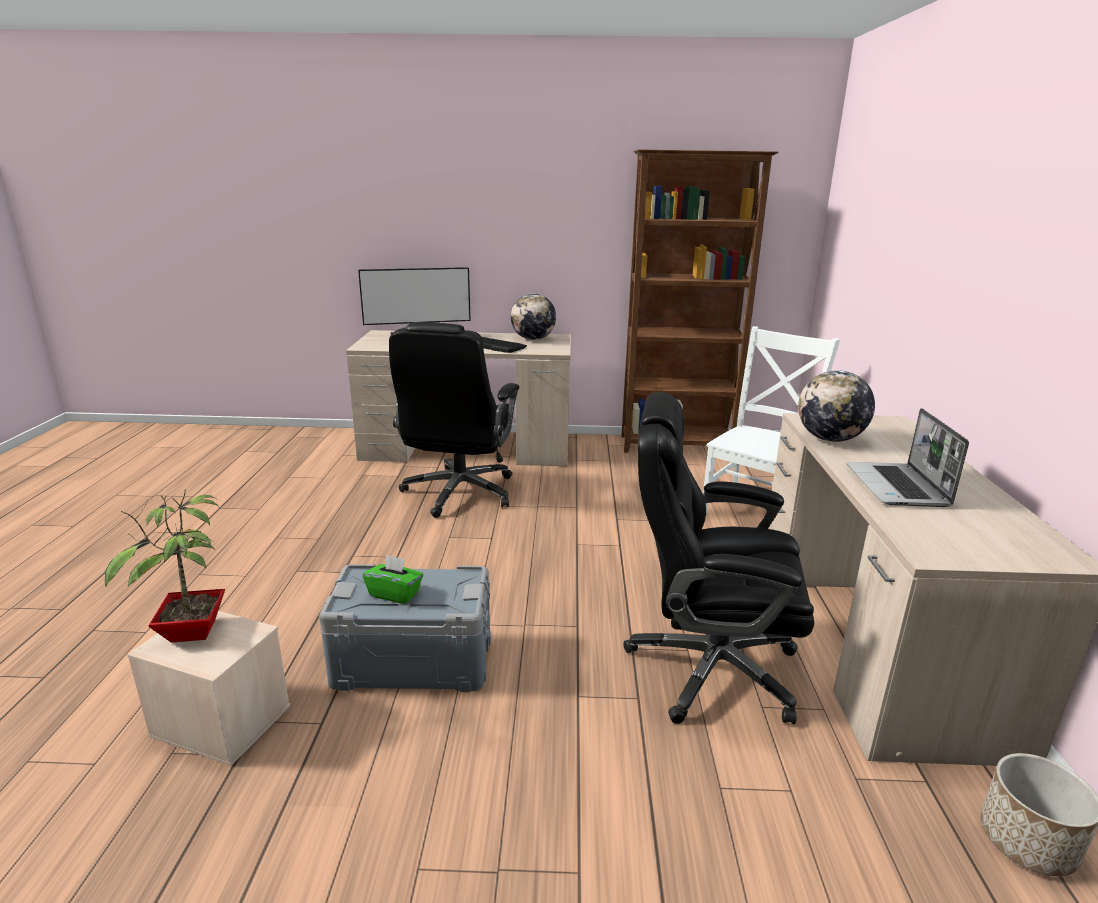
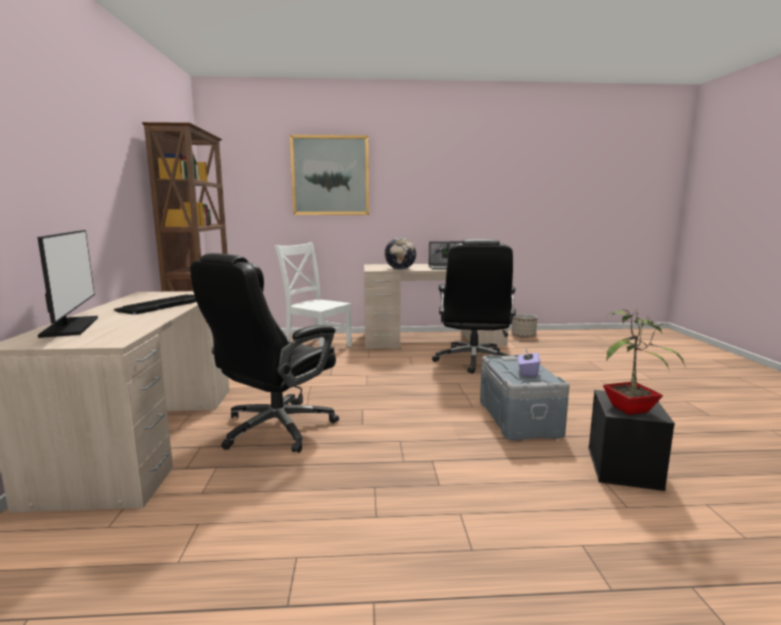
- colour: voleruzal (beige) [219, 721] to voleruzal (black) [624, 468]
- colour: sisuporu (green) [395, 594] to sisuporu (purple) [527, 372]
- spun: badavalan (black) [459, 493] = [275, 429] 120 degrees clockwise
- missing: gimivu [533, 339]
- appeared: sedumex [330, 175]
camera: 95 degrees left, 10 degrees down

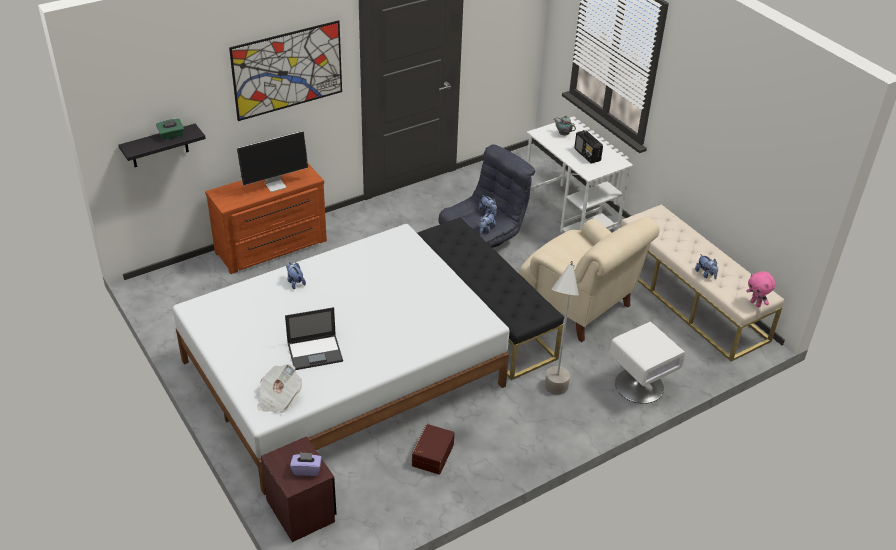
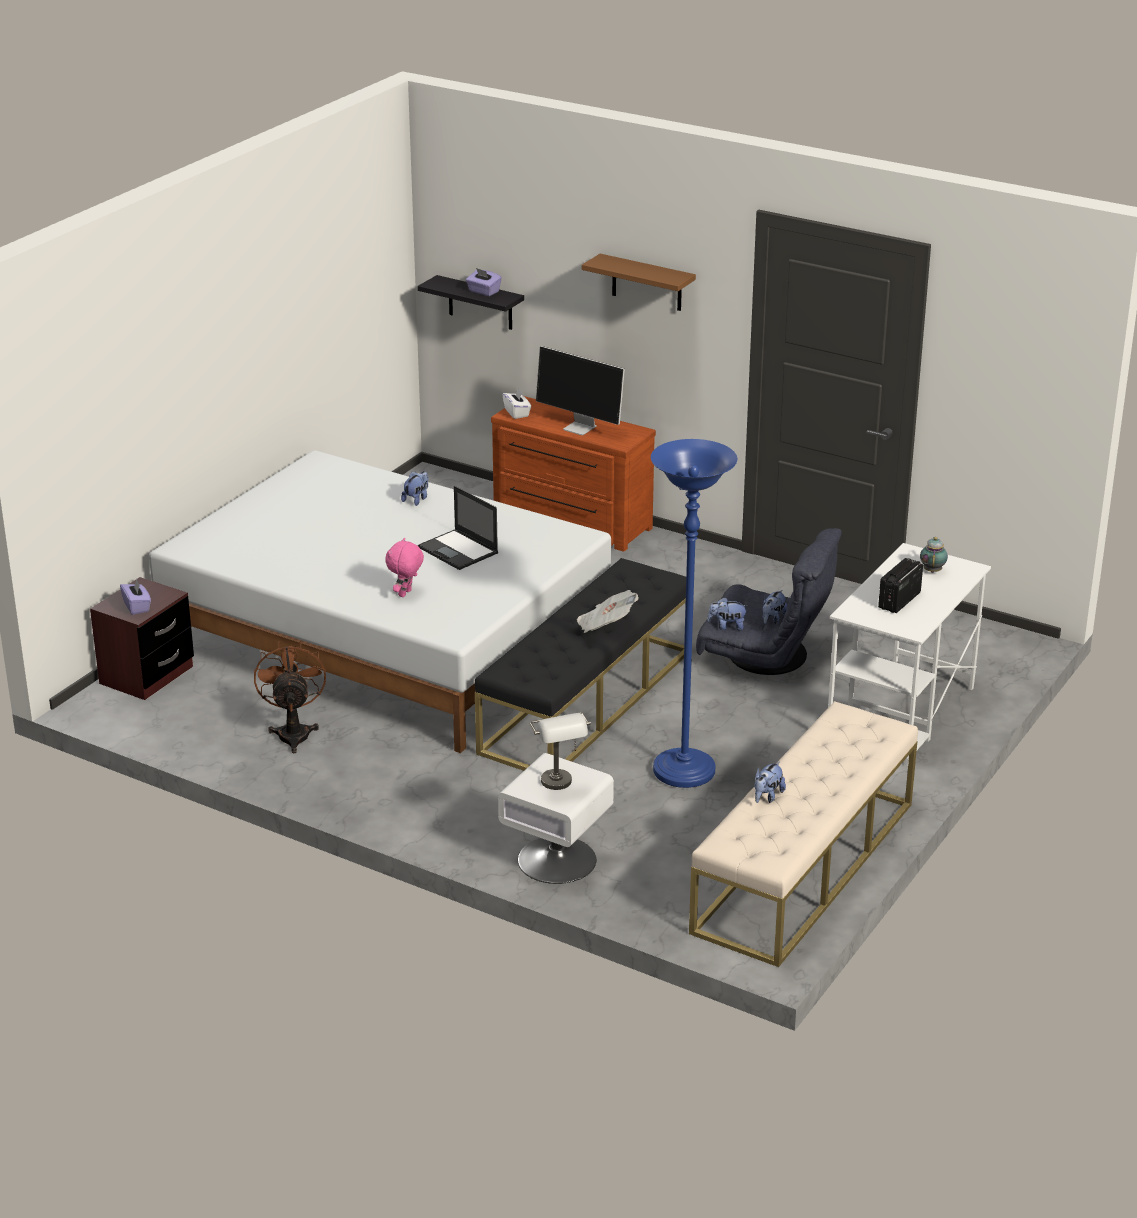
- colour: sisuporu (green) [171, 135] to sisuporu (purple) [483, 292]
- exchanged: sedumex [288, 70] to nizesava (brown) [647, 283]
- relocated: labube [278, 398] to [606, 625]
- relocated: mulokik [315, 352] to [459, 550]
- exchanged: voleruzal (brown) [431, 455] to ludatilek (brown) [293, 732]
- exchanged: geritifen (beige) [579, 307] to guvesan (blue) [683, 772]
- missing: guvesan (grey) [552, 400]
- relocated: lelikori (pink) [755, 303] to [406, 594]
- appeared: sisuporu (white) [517, 413]
- appeared: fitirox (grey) [560, 787]
camera: 65 degrees right, 10 degrees down

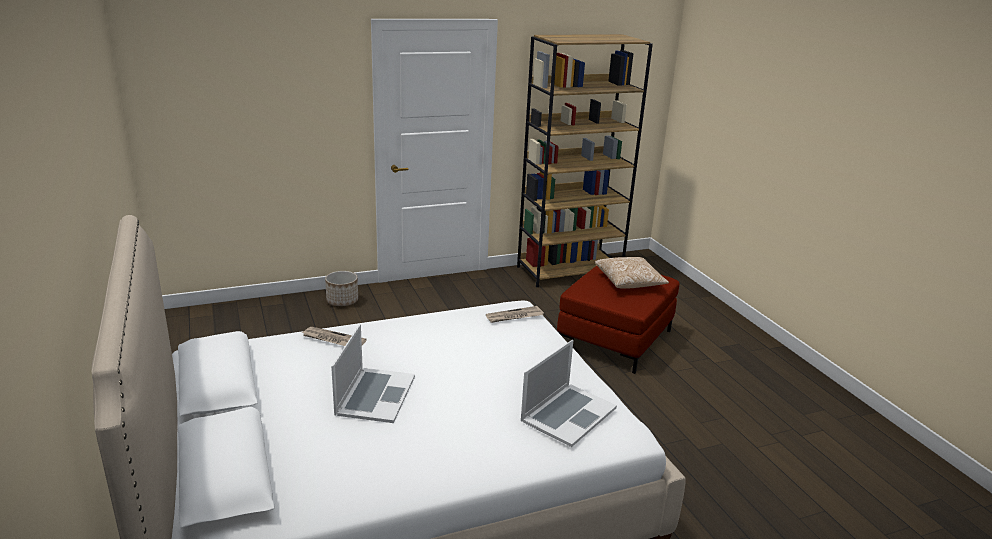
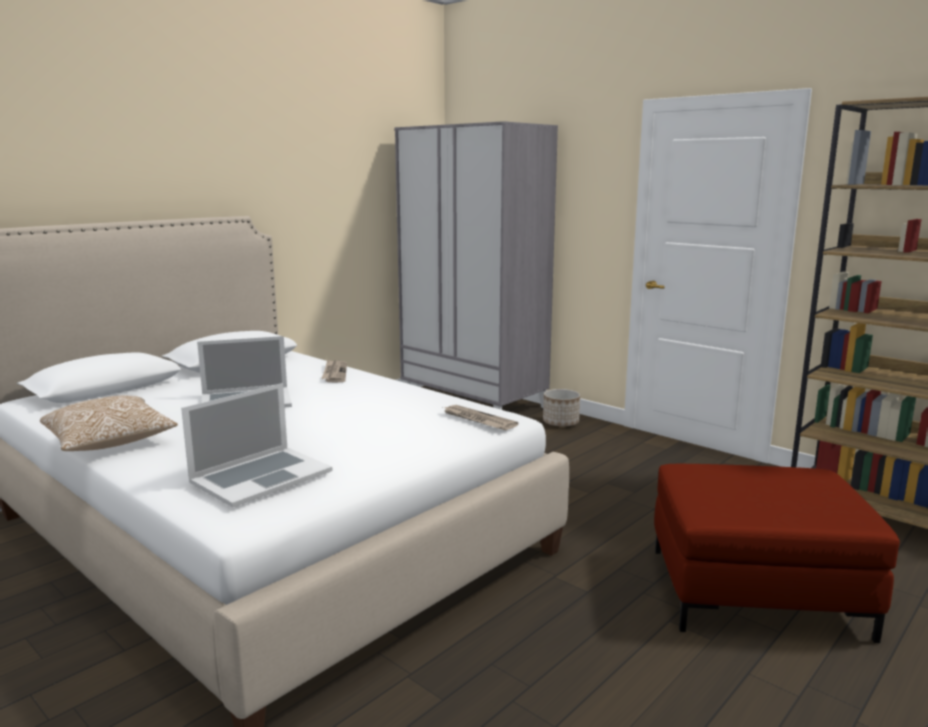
- spun: mulokik [568, 414] = [261, 476] 60 degrees counterclockwise
- relocated: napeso [629, 282] to [109, 442]
- appeared: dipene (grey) [474, 401]
camera: 65 degrees right, 10 degrees down

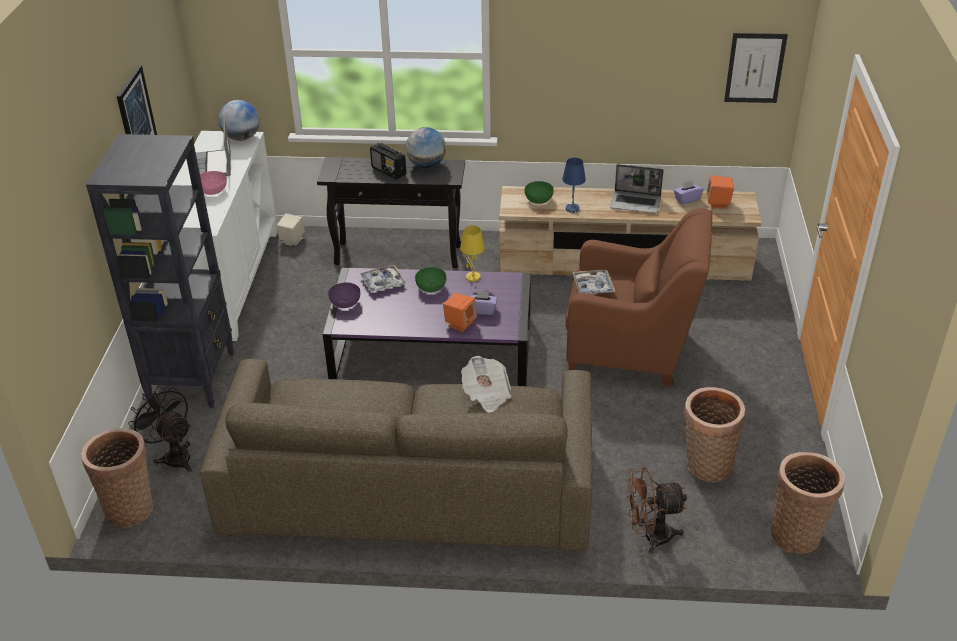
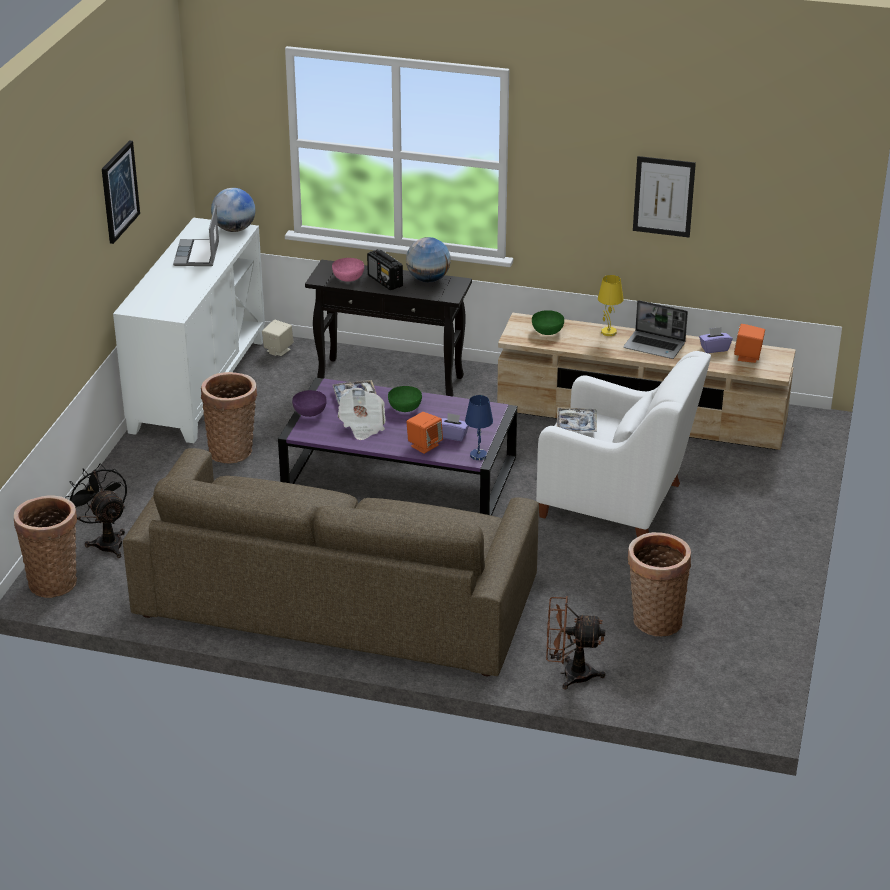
- missing: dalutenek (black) [193, 378]
- relocated: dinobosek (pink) [212, 191] to [348, 278]
- relocated: fitirox (yellow) [472, 277] to [608, 332]
- relocated: labube [486, 394] to [362, 426]
- relocated: fitirox (blue) [572, 208] to [478, 455]
- colour: geritifen (brown) [632, 349] to geritifen (white) [617, 502]
- relocated: sedumex [755, 68] to [663, 196]
- relocated: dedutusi [797, 533] to [233, 450]
camera: 10 degrees right, 5 degrees down

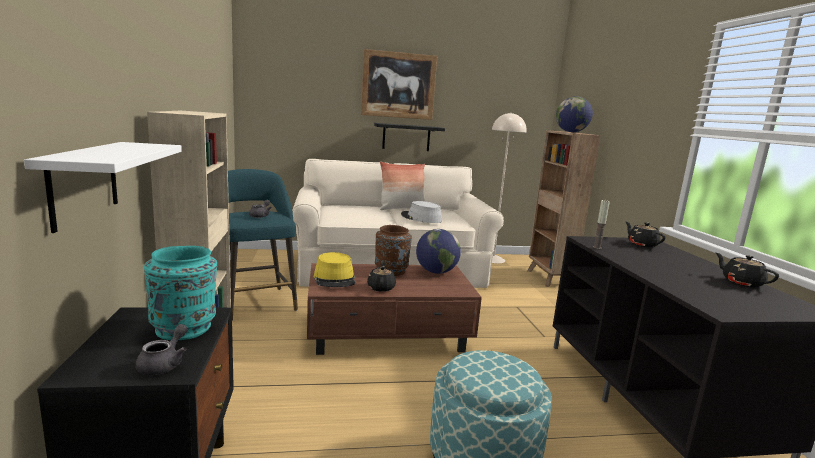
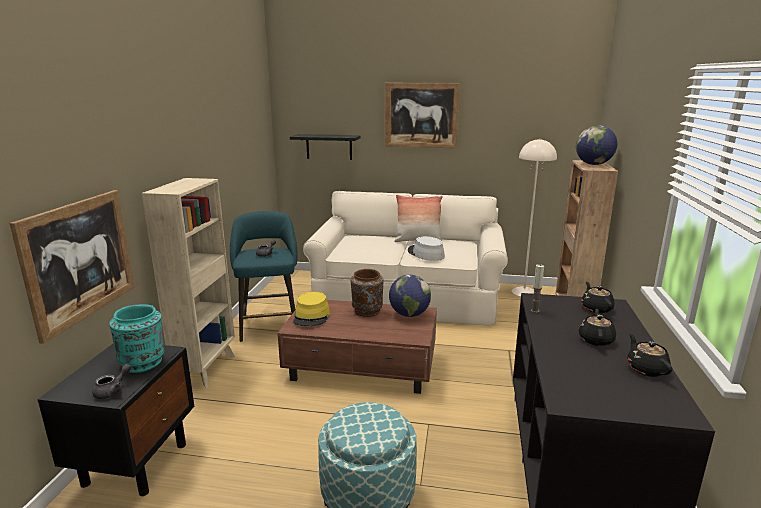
- exchanged: nizesava (white) [84, 183] to sedumex [79, 260]
- relocated: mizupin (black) [381, 287] to [596, 339]
- relocated: nizesava (black) [406, 137] to [329, 146]
camera: 20 degrees right, 5 degrees up

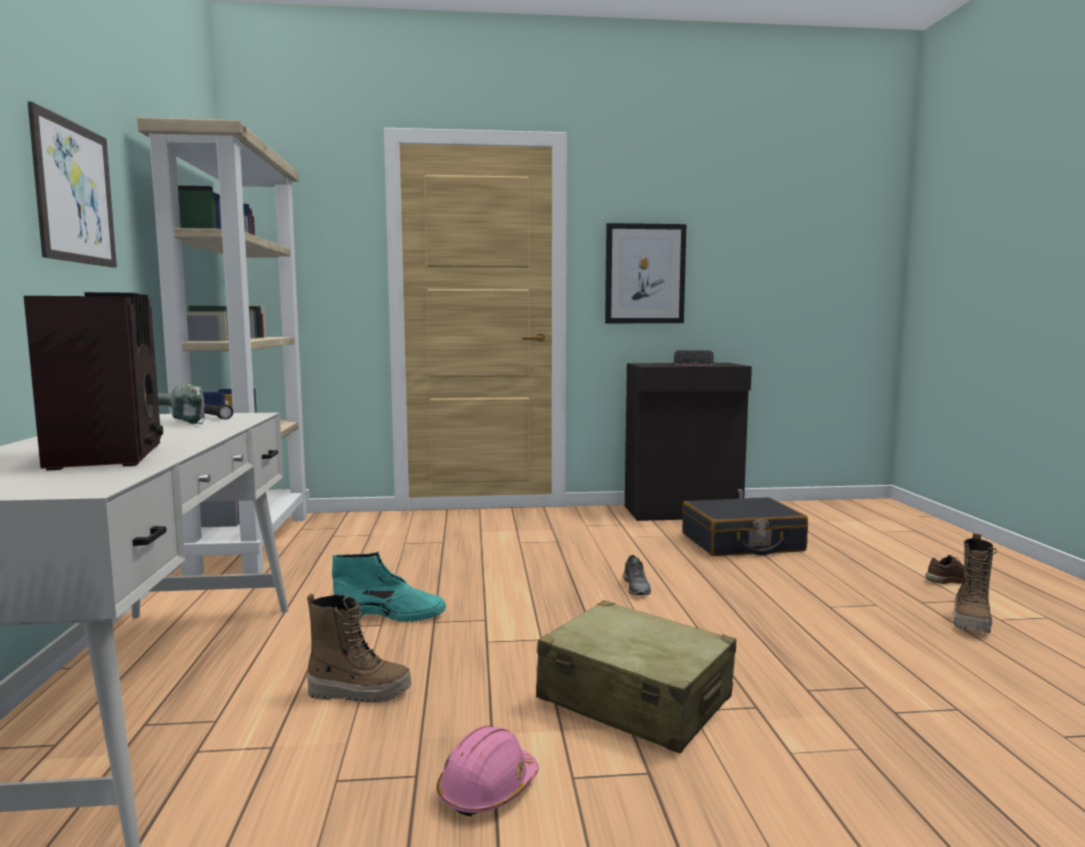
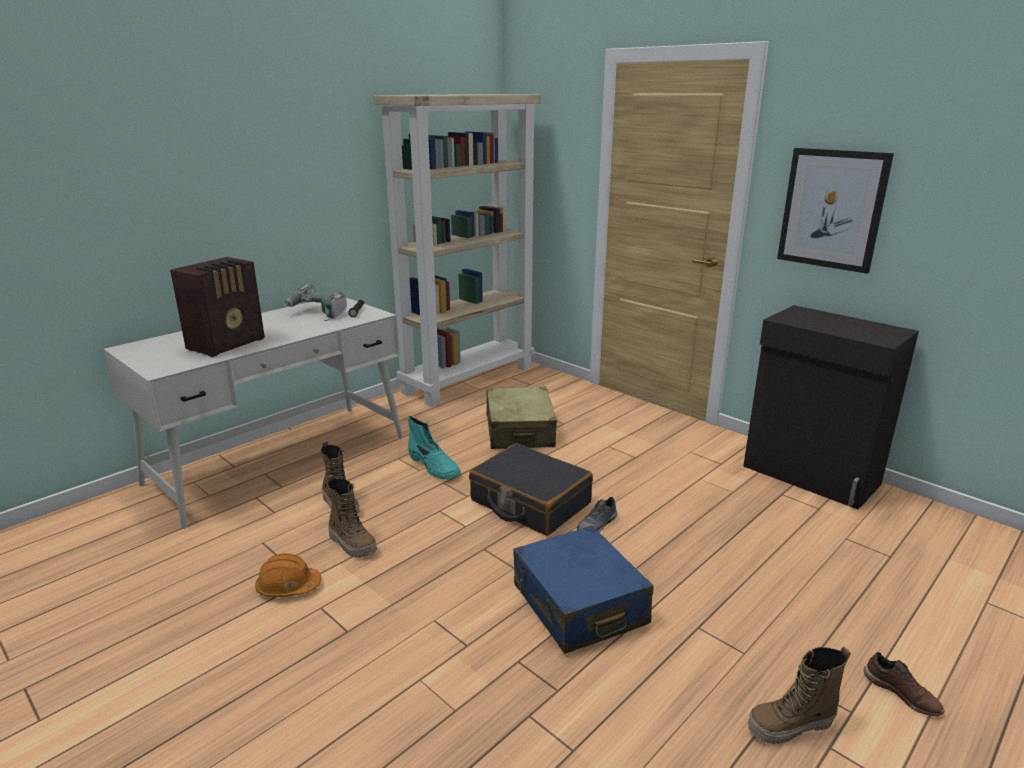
- missing: sedumex [74, 193]
- colour: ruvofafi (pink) [488, 790] to ruvofafi (orange) [288, 587]
- relocated: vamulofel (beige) [635, 699] to [519, 431]
- missing: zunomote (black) [694, 364]
- relocated: vamulofel (black) [742, 543] to [530, 502]
- appeared: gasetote [352, 544]
- appeared: vamulofel (blue) [579, 605]
camera: 50 degrees right, 15 degrees up

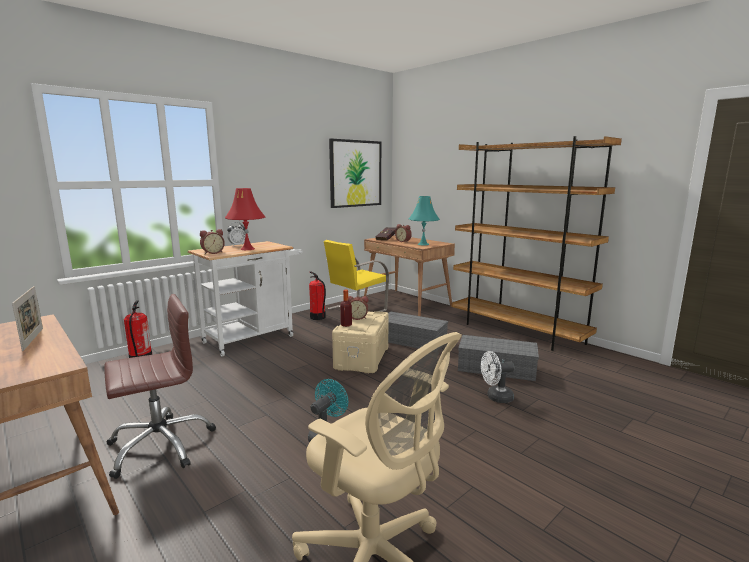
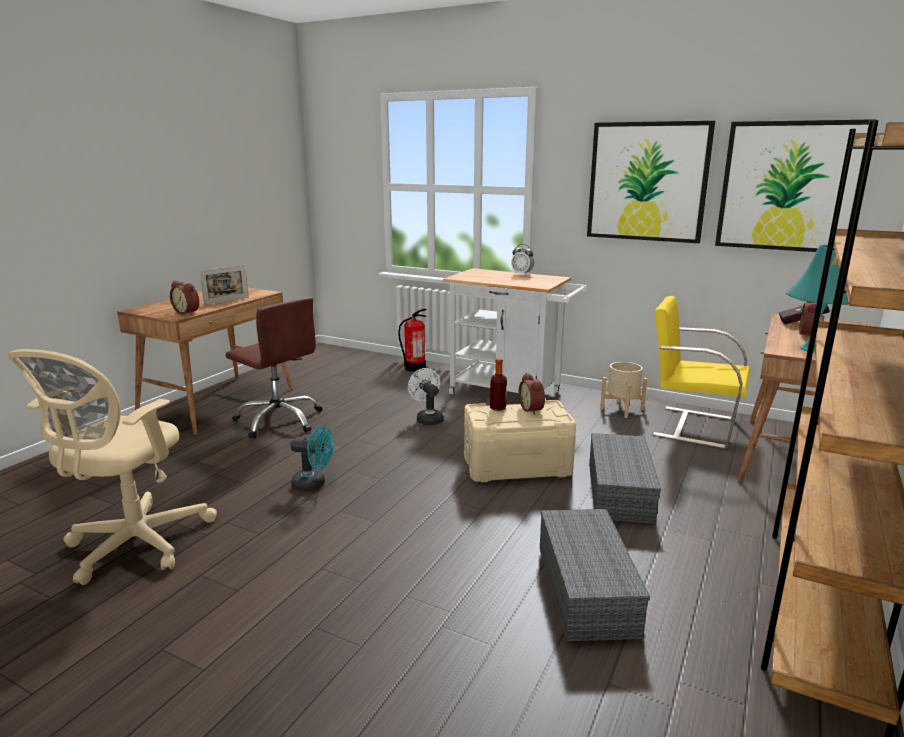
- relocated: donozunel [212, 253] to [188, 312]
- missing: fitirox (red) [247, 249]
- exchanged: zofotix [317, 317] to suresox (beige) [621, 409]
- relocated: ludatilek (white) [496, 397] to [427, 418]
- appeared: sedumex [647, 182]
camera: 70 degrees right, 5 degrees up

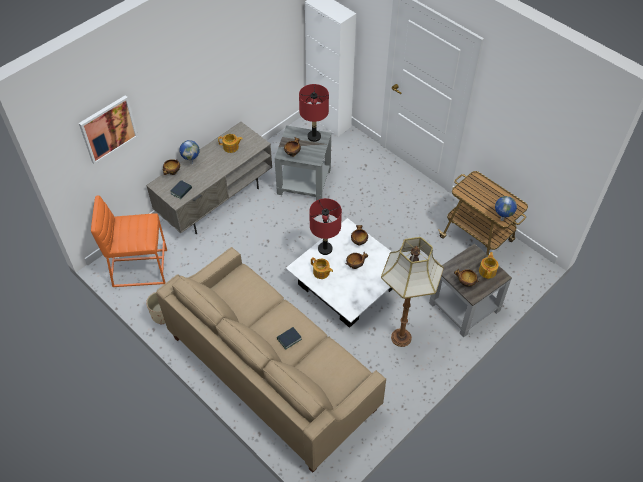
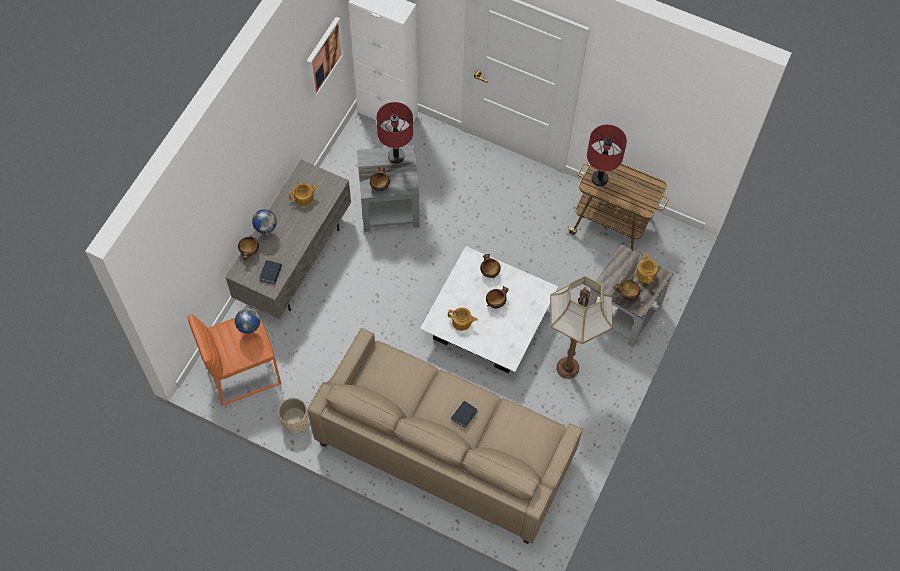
- relocated: sedumex [108, 129] to [323, 57]
- relocated: fitirox (red) [325, 249] to [599, 179]
- relocated: gimivu [501, 219] to [249, 331]
camera: 20 degrees left, 10 degrees up

